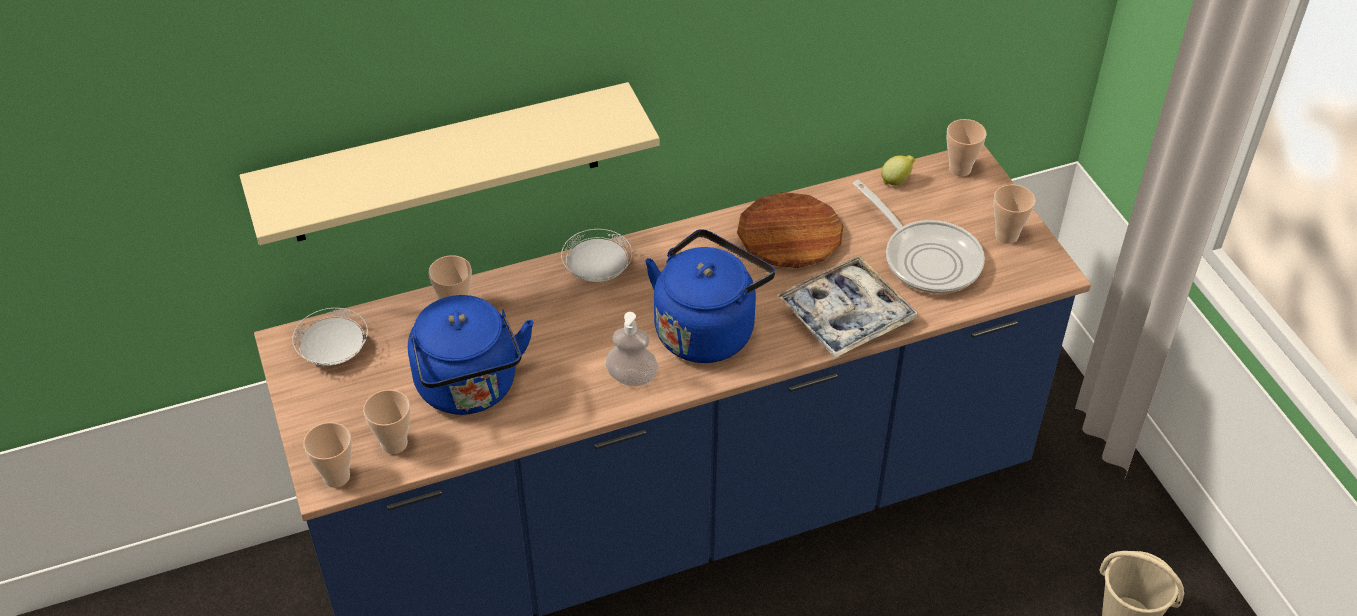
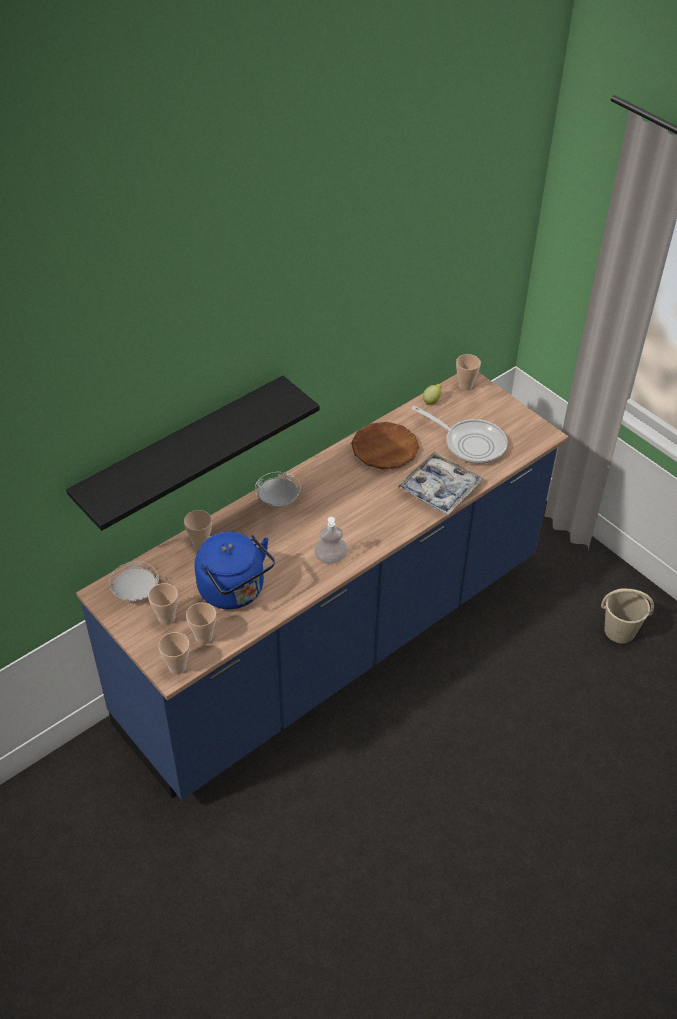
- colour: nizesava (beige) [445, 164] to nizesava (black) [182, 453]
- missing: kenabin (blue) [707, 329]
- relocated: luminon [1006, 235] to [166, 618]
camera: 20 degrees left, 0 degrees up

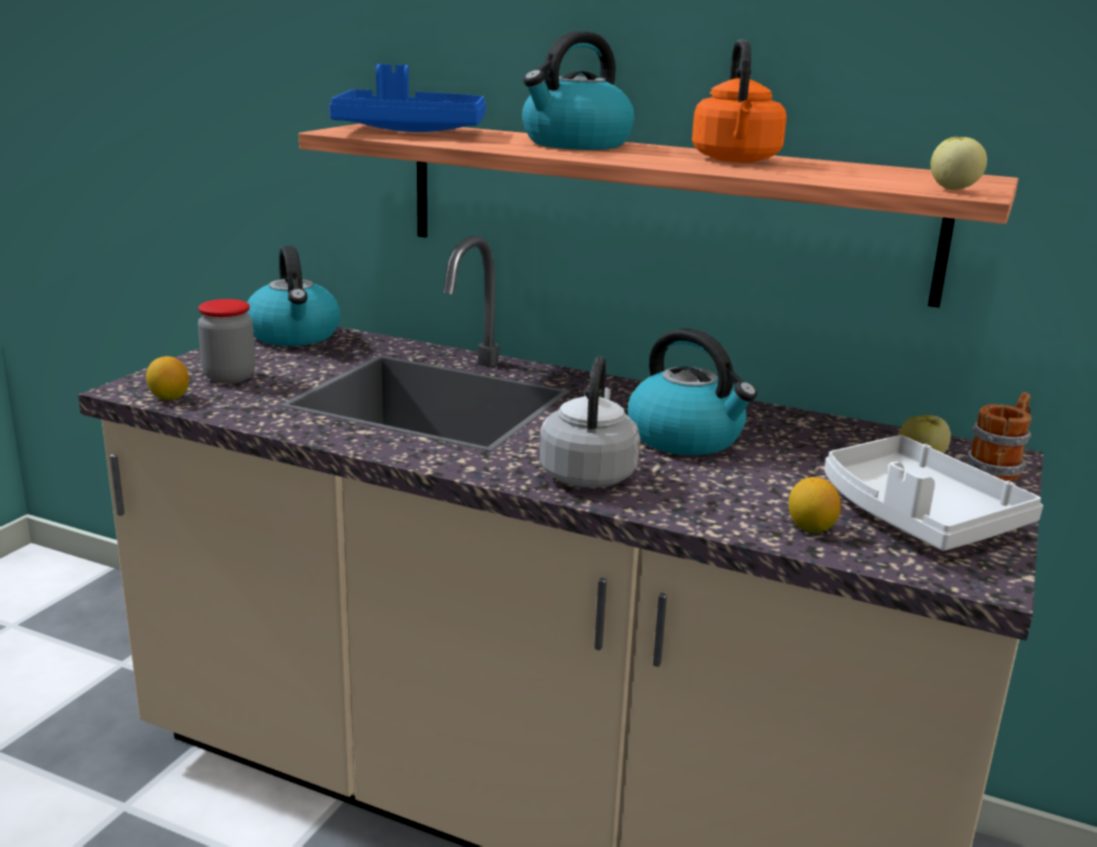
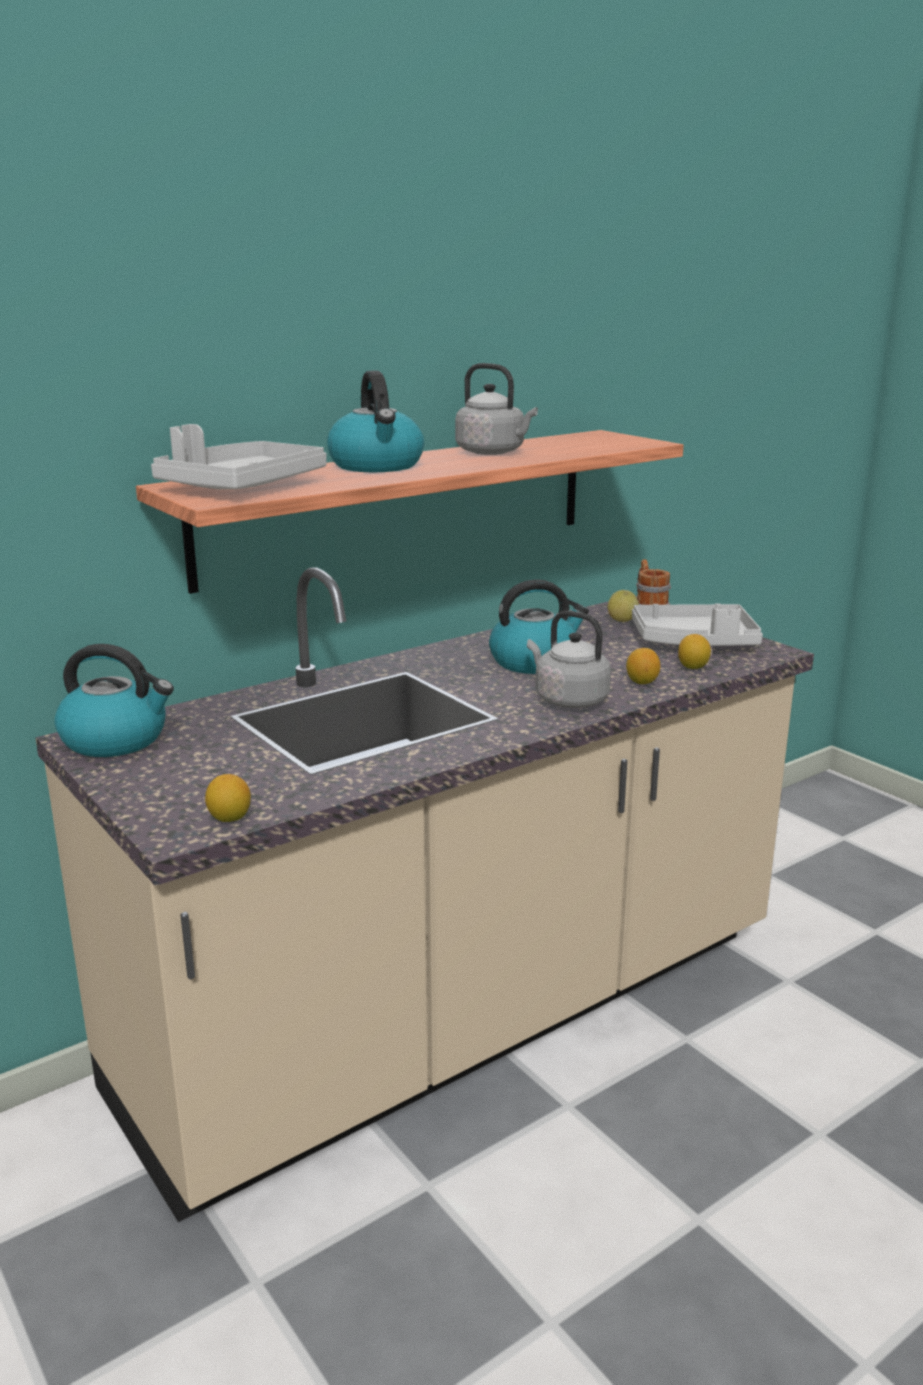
- missing: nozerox [229, 376]
- colour: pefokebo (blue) [410, 131] to pefokebo (grey) [242, 486]
- colour: kenabin (orange) [736, 160] to kenabin (grey) [493, 452]
- missing: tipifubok [953, 189]
- appeared: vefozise [642, 682]
camera: 60 degrees left, 0 degrees up

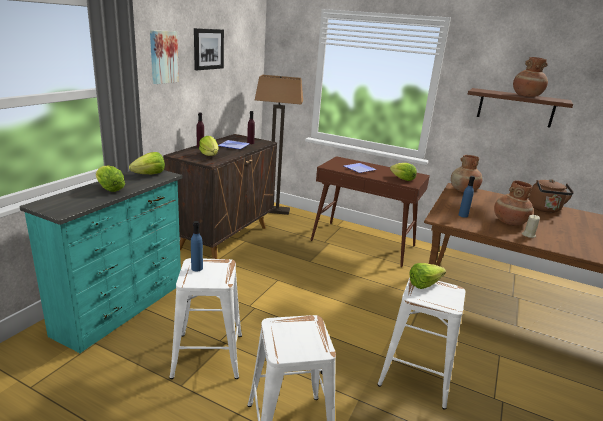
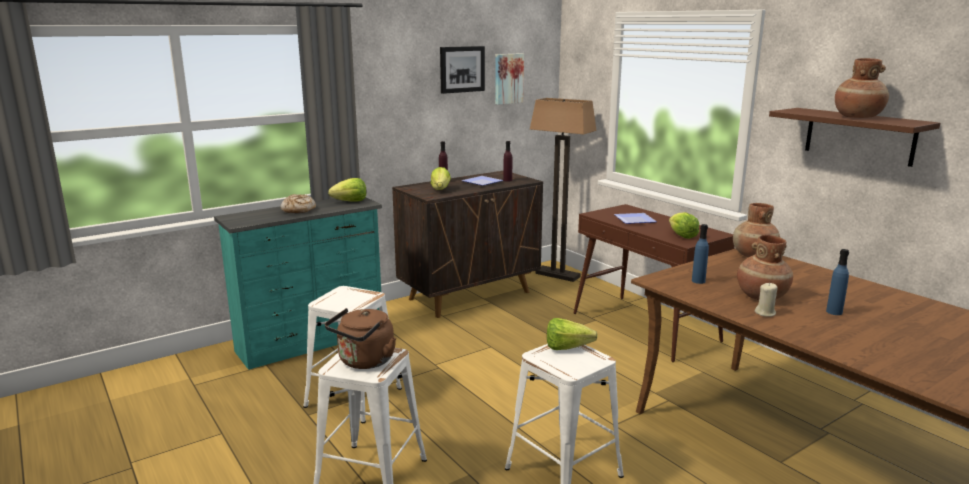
- exchanged: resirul [109, 189] to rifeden [298, 210]
- relocated: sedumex [163, 57] to [508, 78]
- relocated: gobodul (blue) [197, 268] to [834, 312]
- relocated: kenabin (brown) [545, 209] to [364, 362]
camera: 30 degrees right, 5 degrees down

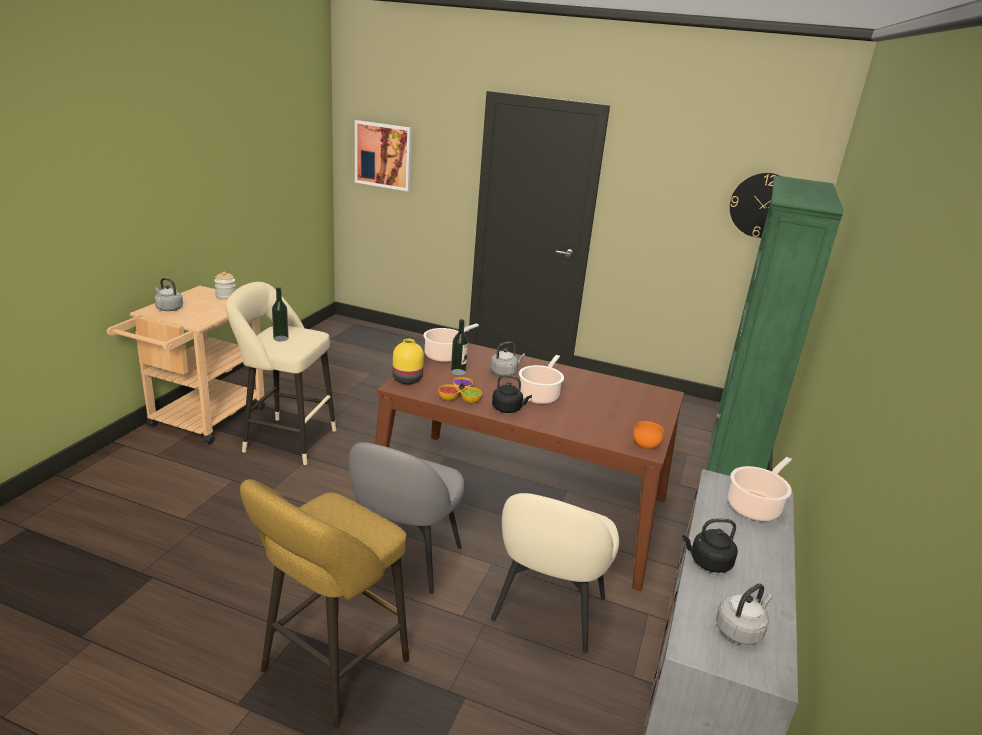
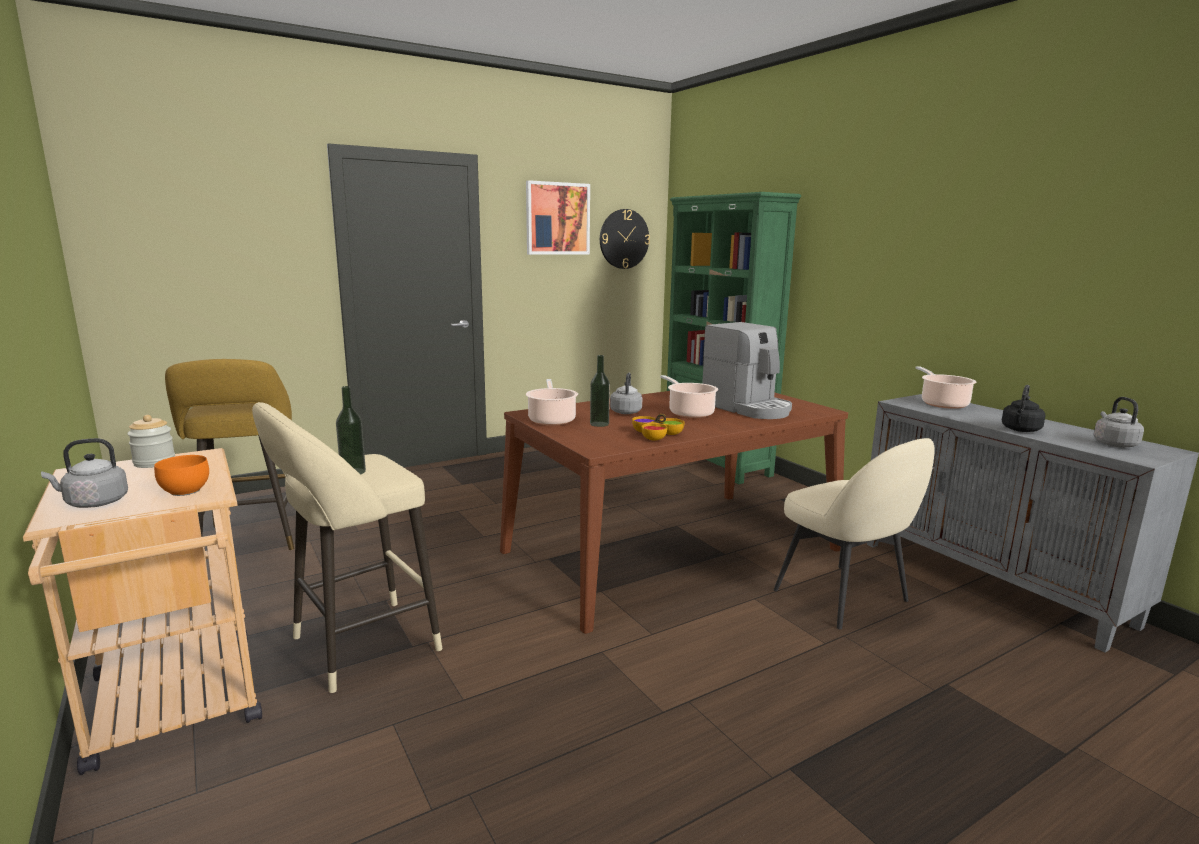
- relocated: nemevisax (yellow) [329, 670] to [251, 540]
- missing: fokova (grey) [404, 558]
- relocated: sedumex [383, 155] to [557, 218]
- missing: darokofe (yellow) [407, 380]
- missing: kenabin (black) [508, 409]
- relocated: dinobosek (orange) [645, 445] to [184, 491]
- appeared: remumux [748, 408]
camera: 50 degrees left, 10 degrees down

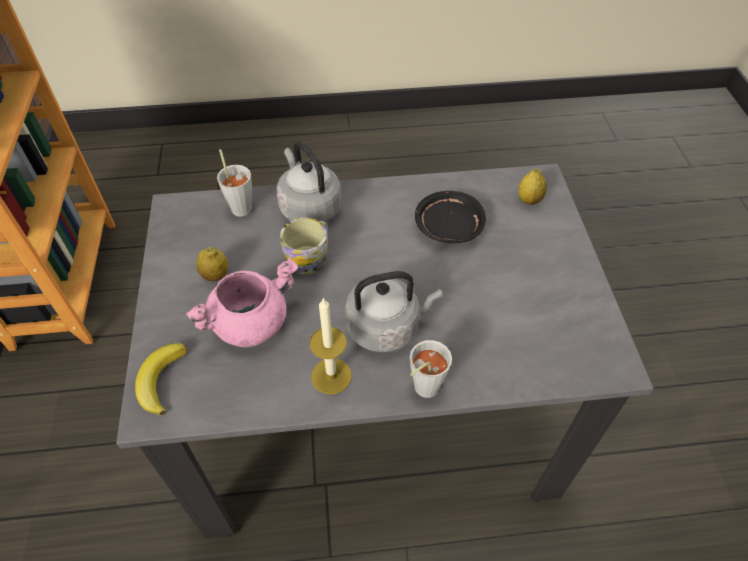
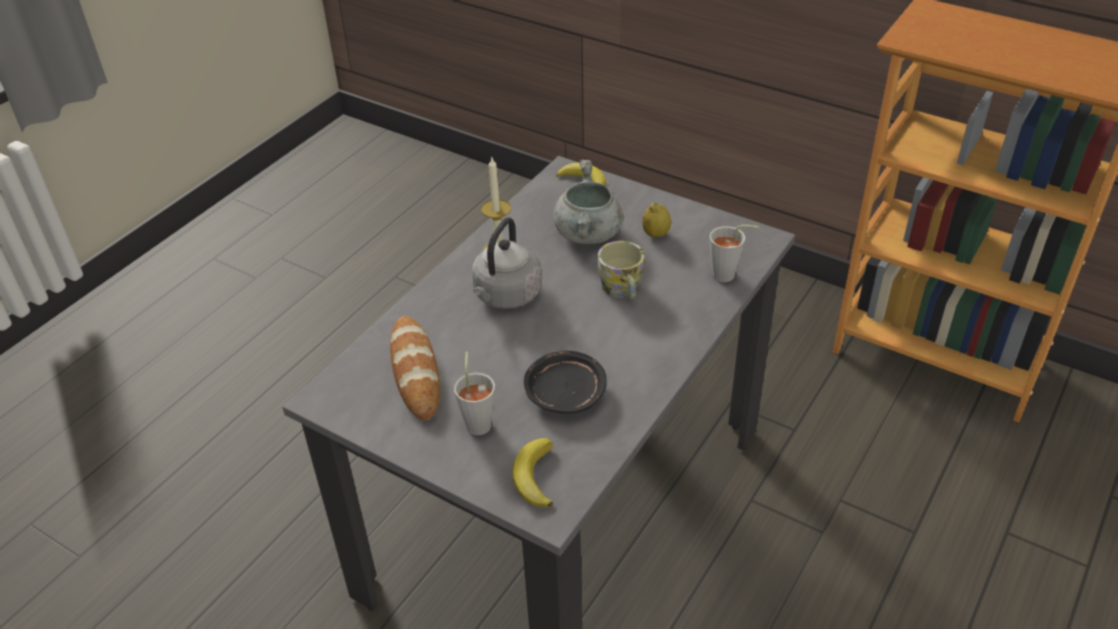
- colour: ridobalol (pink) [251, 322] to ridobalol (grey) [589, 234]
- missing: kenabin (grey) [309, 207]
- relocated: luminon (grey) [422, 390] to [479, 421]
- exchanged: vefozise [529, 200] to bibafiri [534, 477]
- appeared: rifeden [415, 371]
camera: 130 degrees right, 10 degrees down

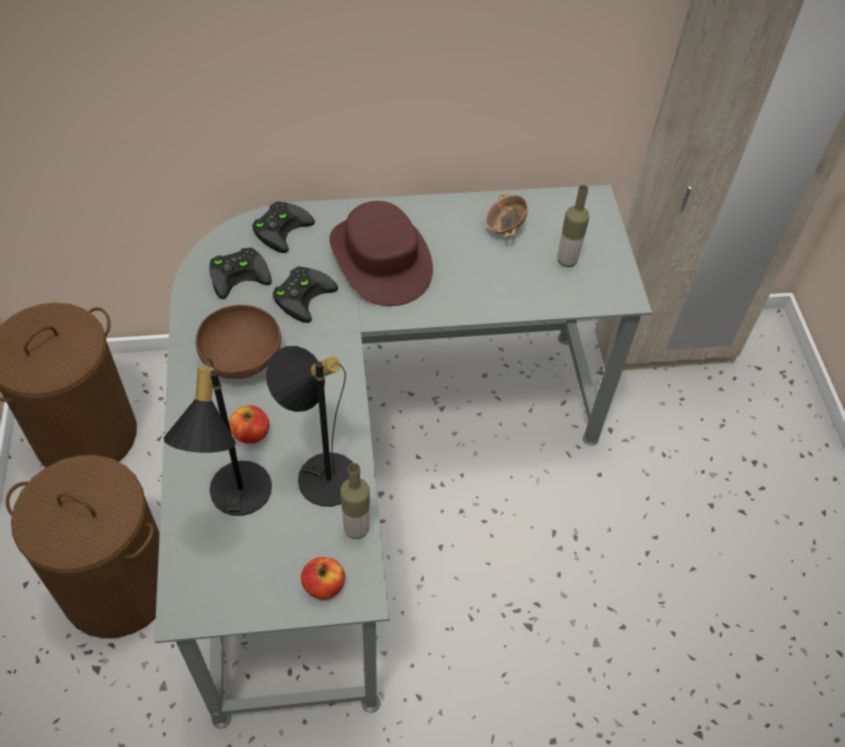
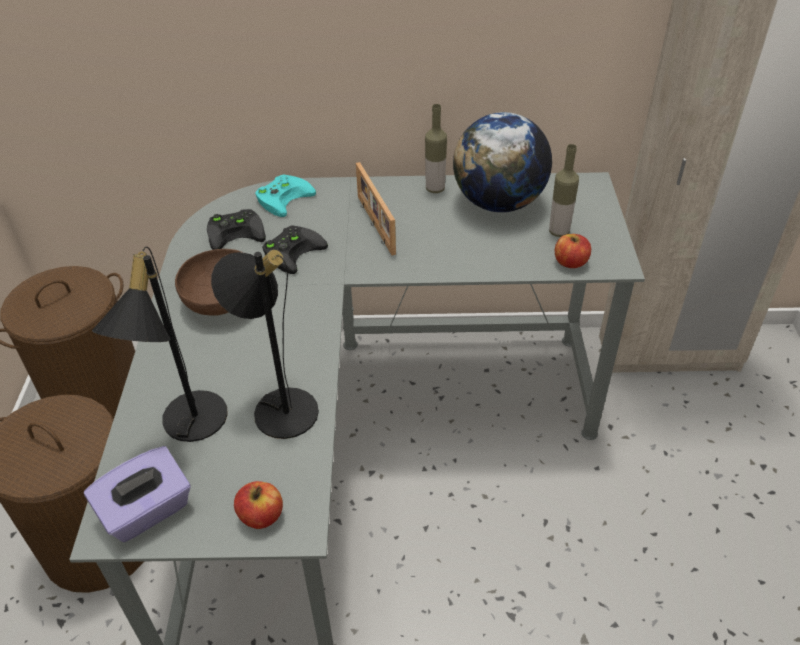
- relocated: tipifubok [251, 433] to [570, 262]
- colour: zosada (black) [281, 227] to zosada (turquoise) [284, 197]
- exchanged: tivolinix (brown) [381, 259] to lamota [374, 225]
- relocated: gobodul [356, 528] to [435, 189]
- exchanged: dinobosek [504, 227] to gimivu [499, 203]
- appeared: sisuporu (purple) [147, 511]
camera: 10 degrees right, 10 degrees down

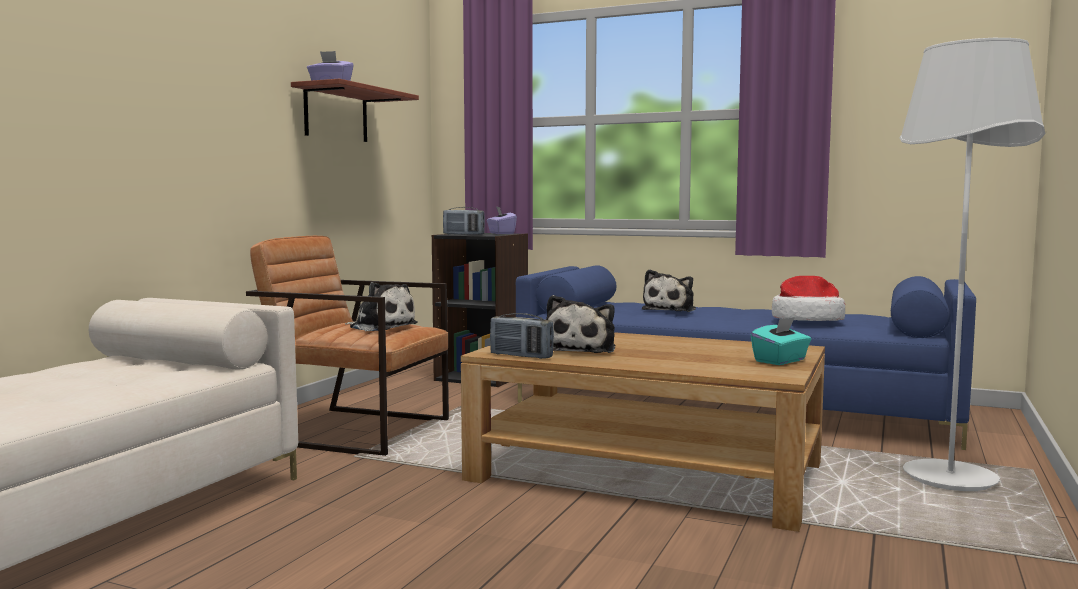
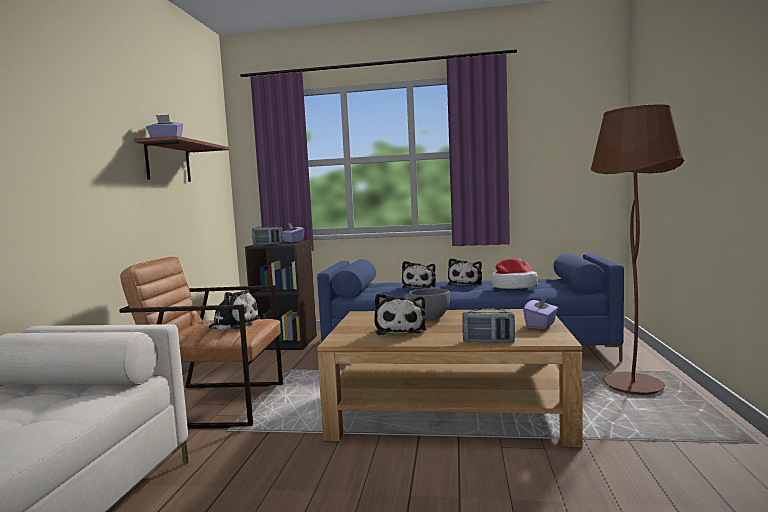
- relocated: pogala [521, 356] to [488, 341]
- colour: sisuporu (turquoise) [780, 361] to sisuporu (purple) [541, 325]
- colour: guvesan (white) [949, 480] to guvesan (brown) [632, 386]
- appeared: dinobosek (grey) [430, 318]
- appeared: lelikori [466, 283]
camera: 15 degrees left, 0 degrees up

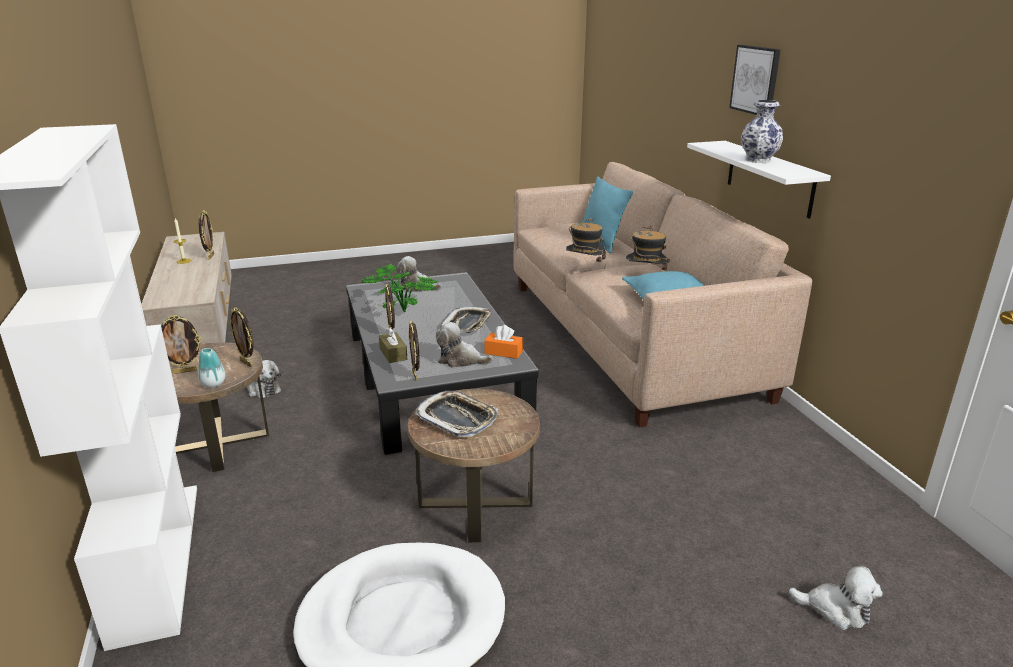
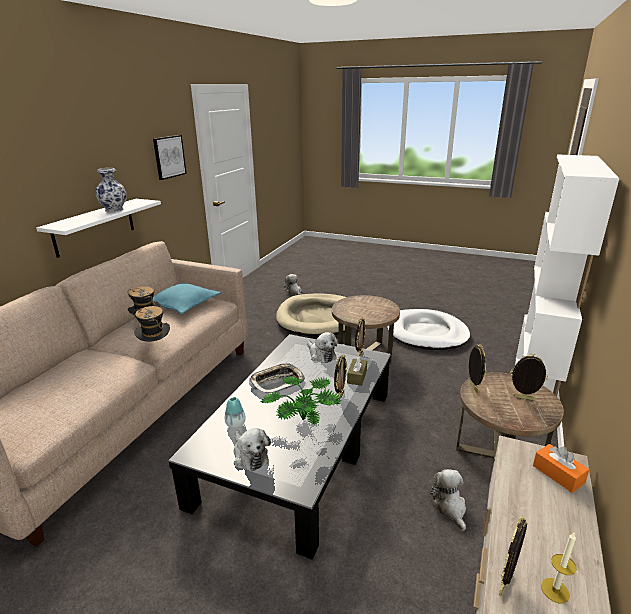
- relocated: darokofe [213, 384] to [235, 424]
- missing: pefokebo [457, 418]
- relocated: sisuporu (orange) [503, 352] to [558, 474]
- missing: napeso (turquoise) [600, 242]
- relocated: sedumex [756, 80] to [169, 157]
- appeared: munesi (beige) [318, 318]
camera: 140 degrees left, 0 degrees up

